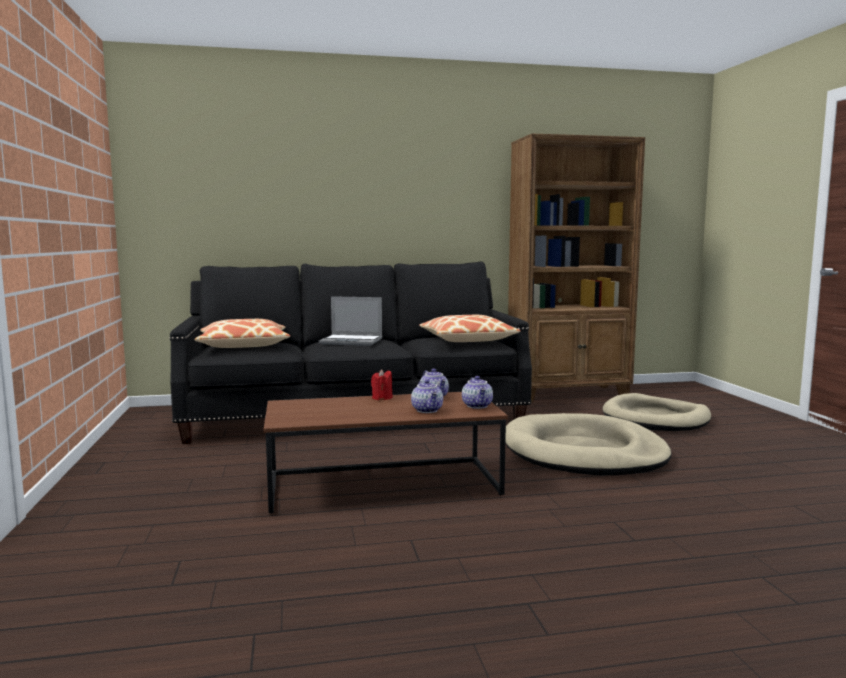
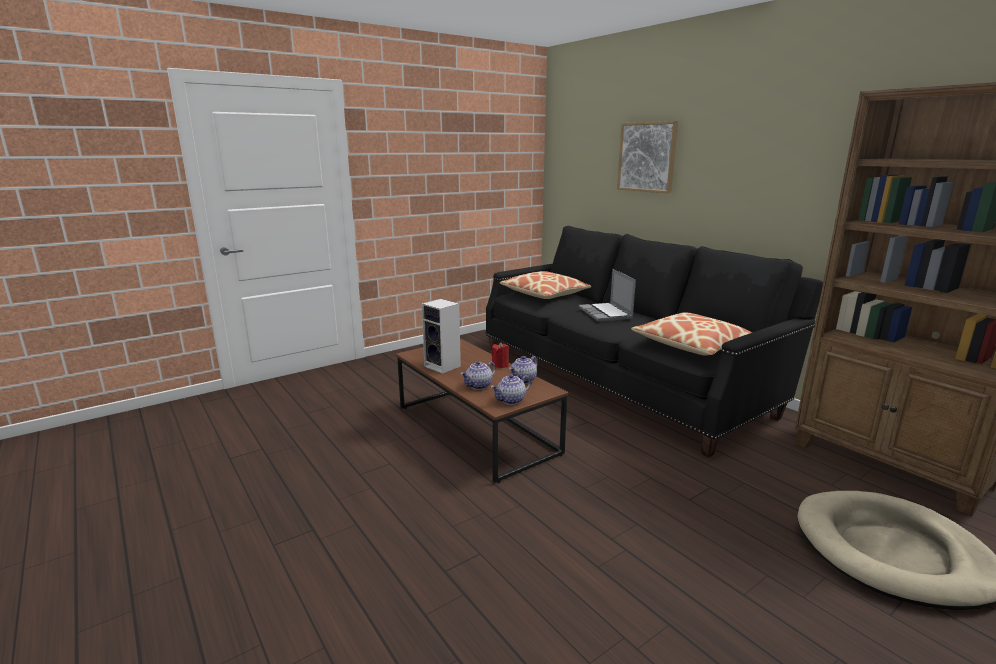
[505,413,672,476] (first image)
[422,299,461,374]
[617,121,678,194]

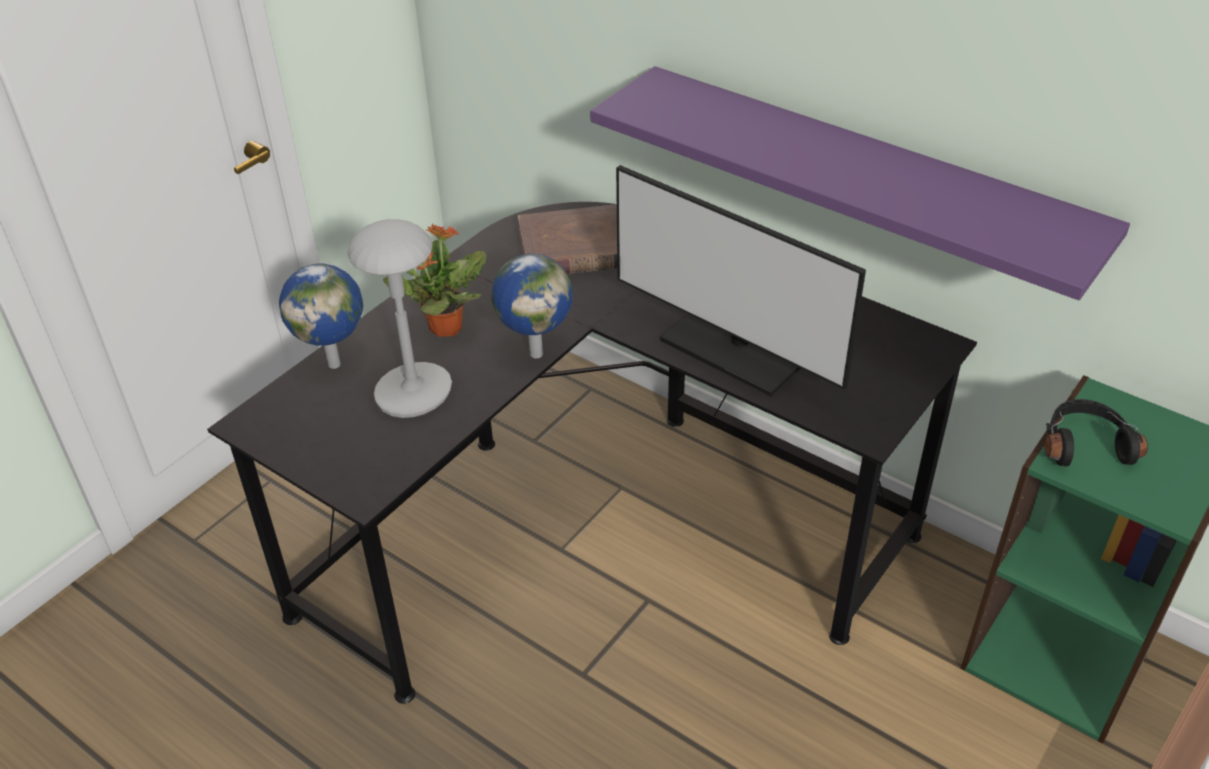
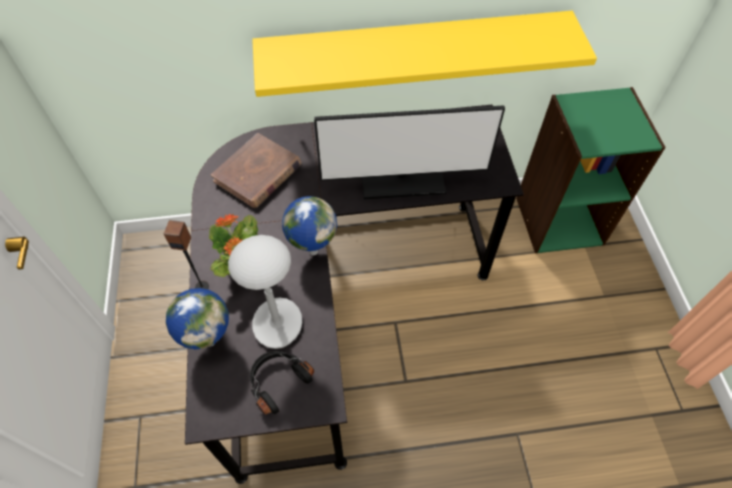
[252,11,597,97]
[250,351,314,415]
[164,220,209,289]

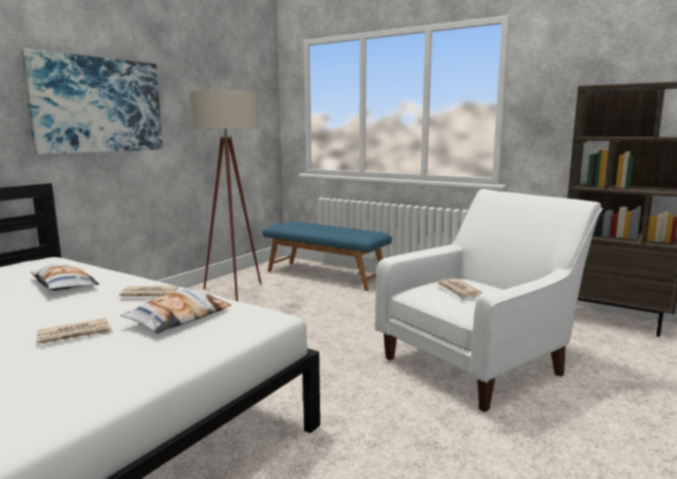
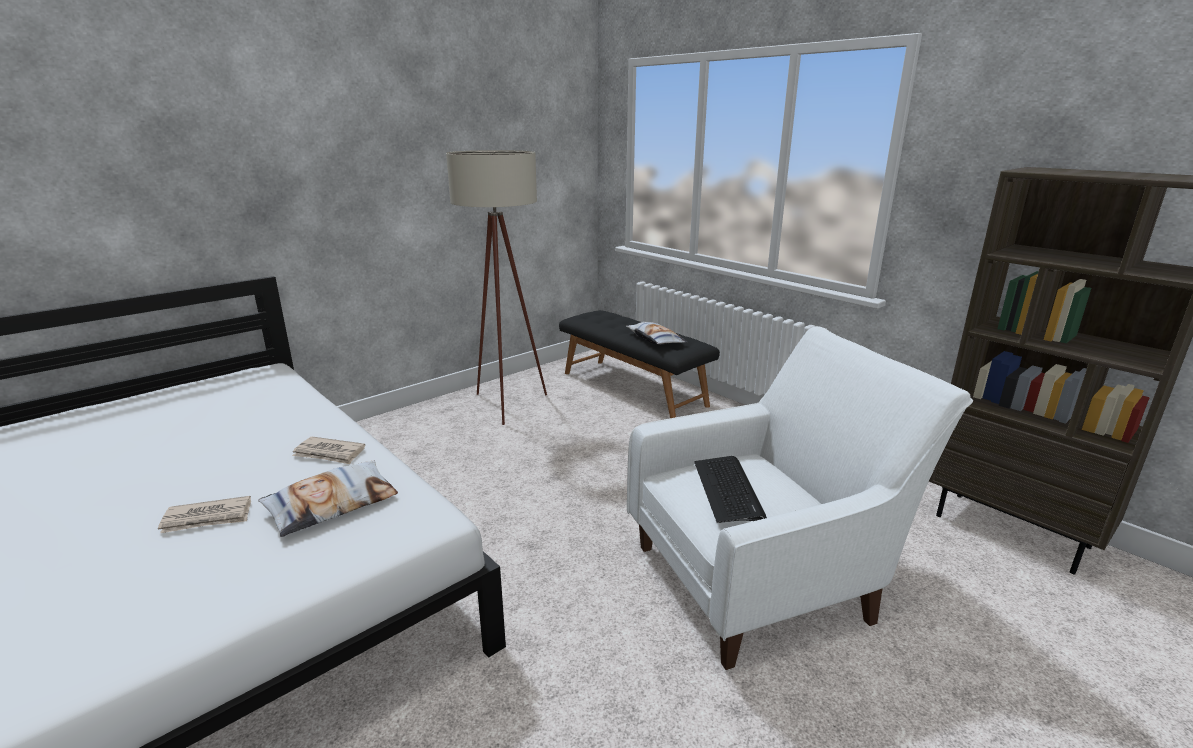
[21,48,163,155] (first image)
[626,322,687,344]
[559,310,720,418]
[694,456,767,523]

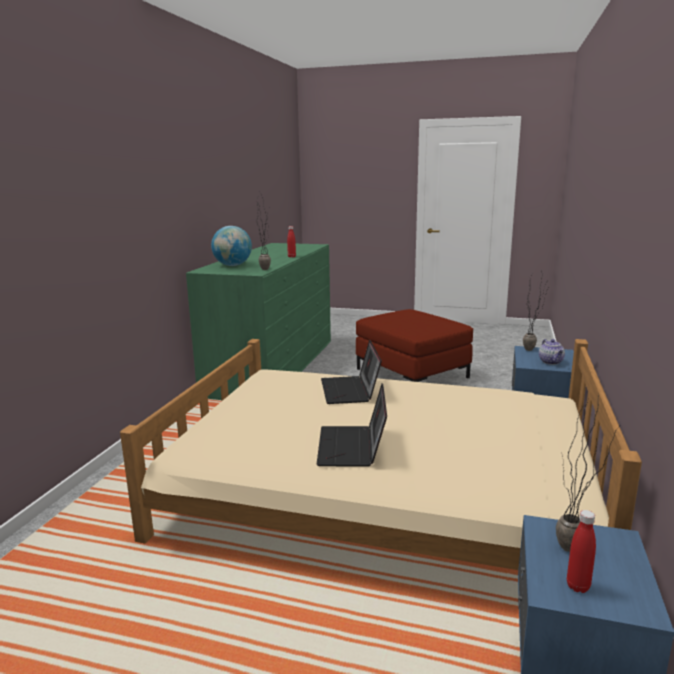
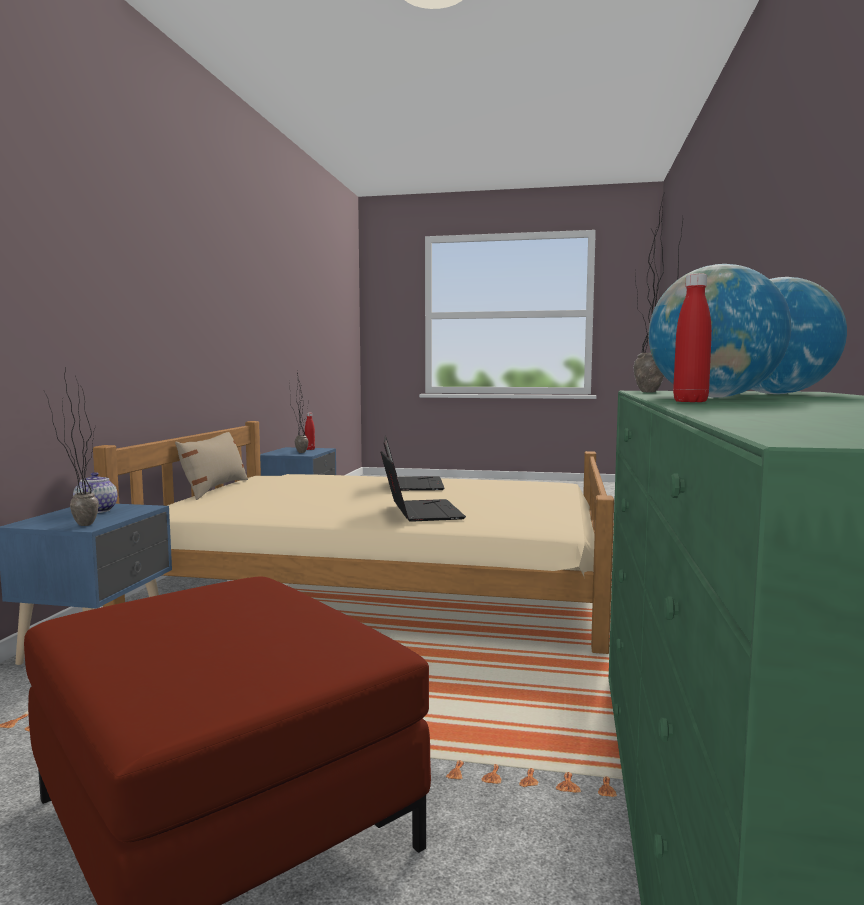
[175,432,248,500]
[648,264,791,398]

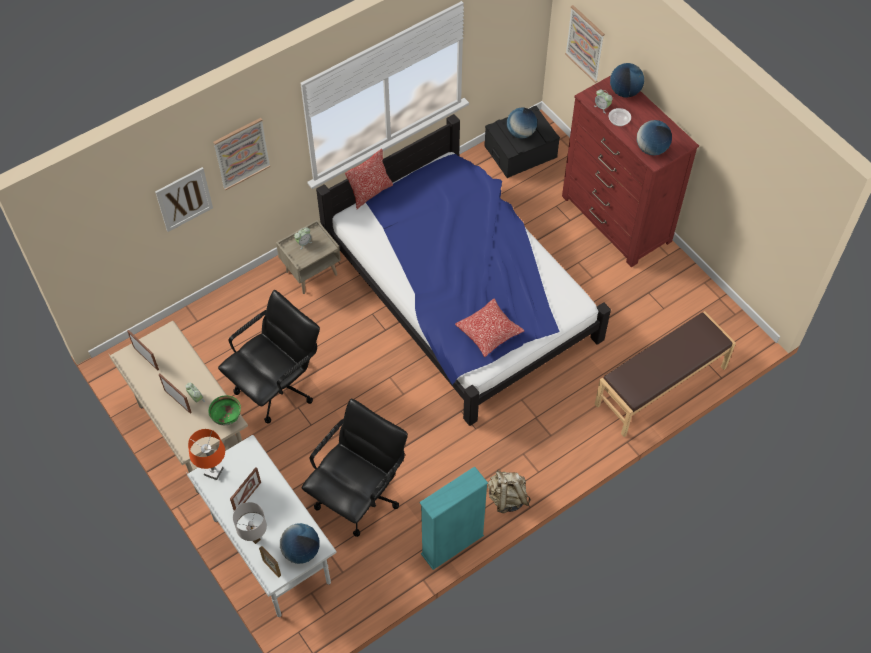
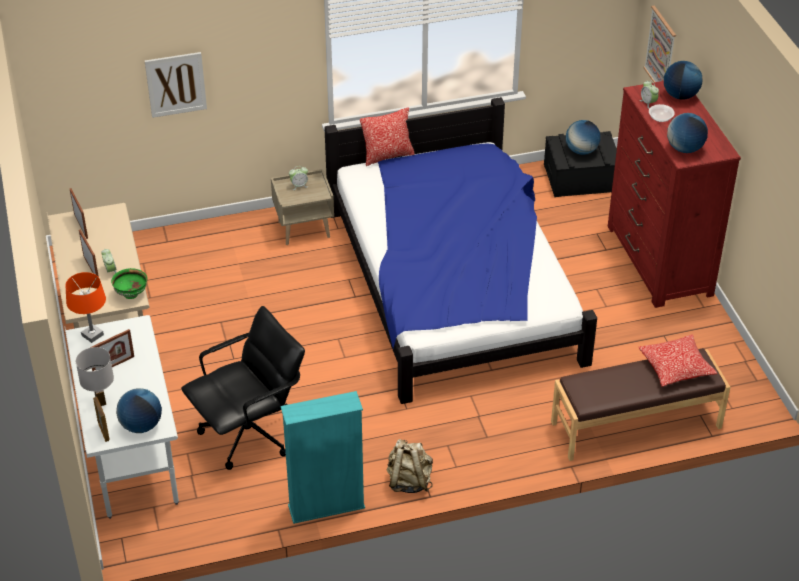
[213,118,270,191] (first image)
[218,290,320,424] (first image)
[639,334,717,387]

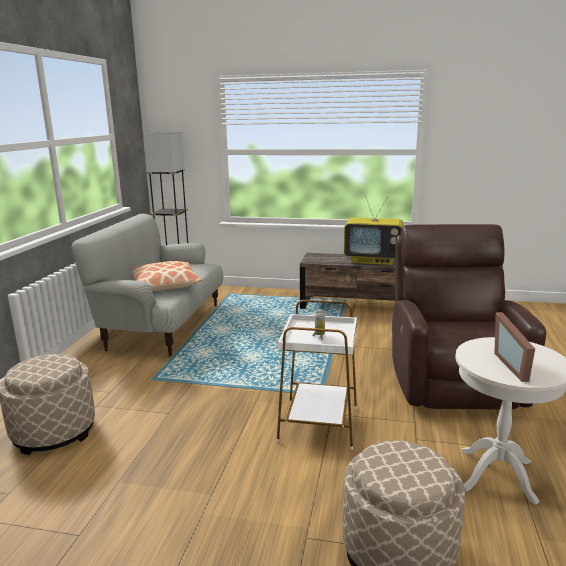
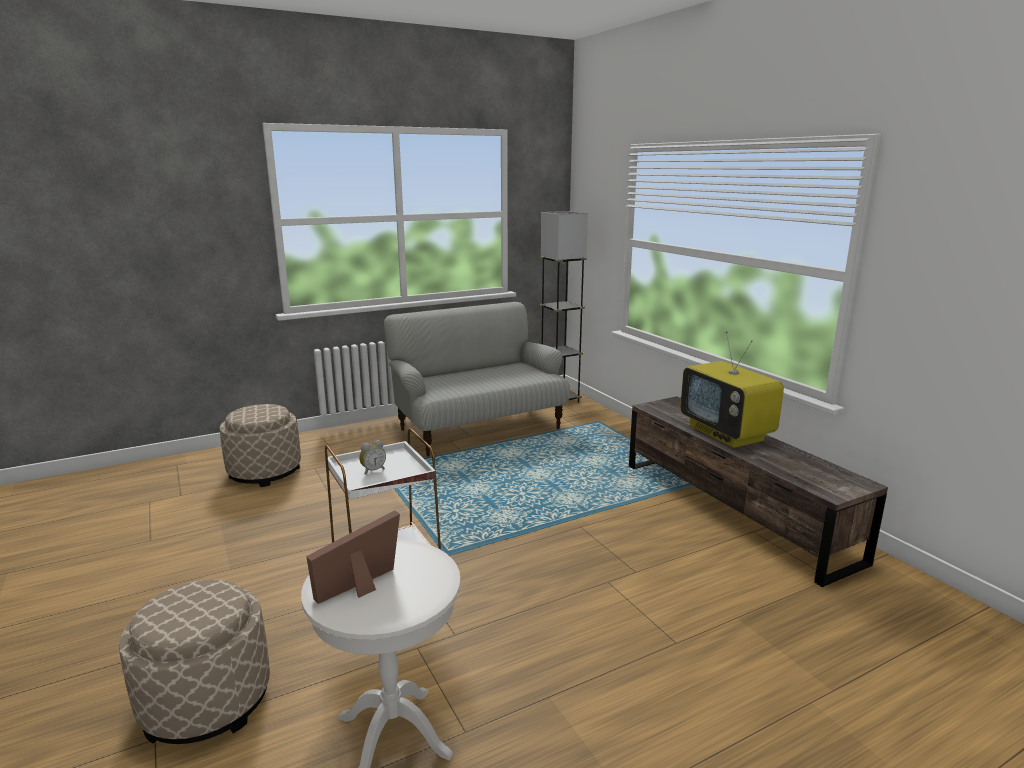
[132,261,202,291] (first image)
[392,224,546,410] (first image)

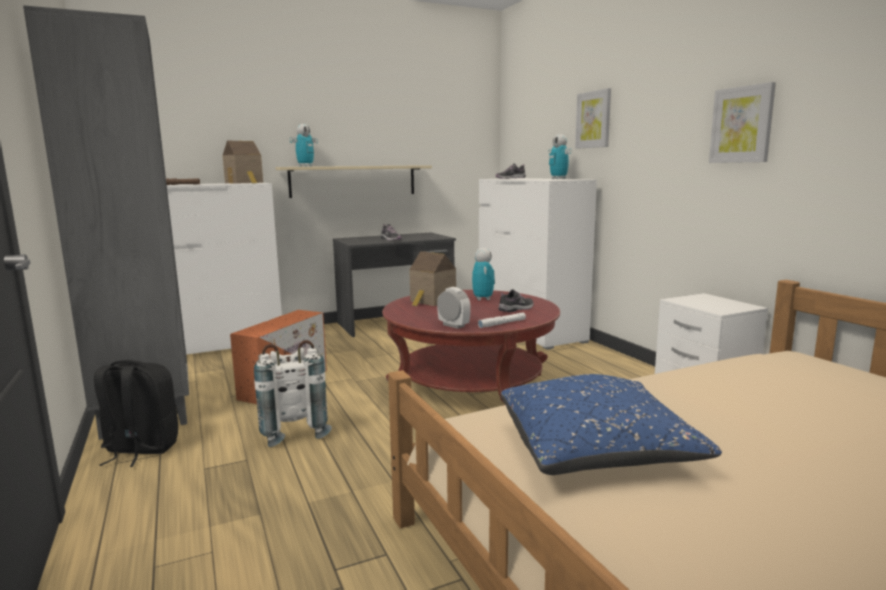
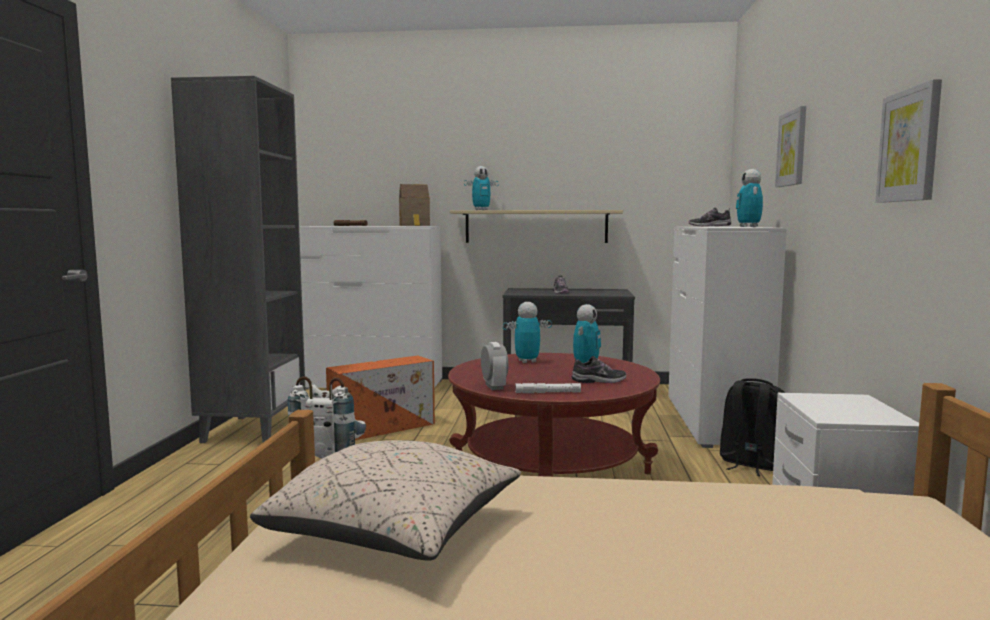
[720,378,785,476]
[503,302,552,363]
[250,440,521,561]

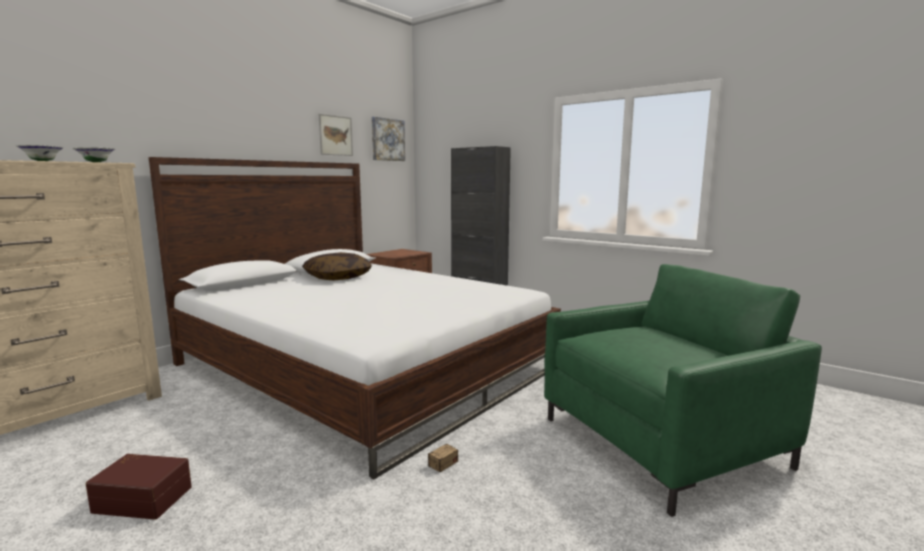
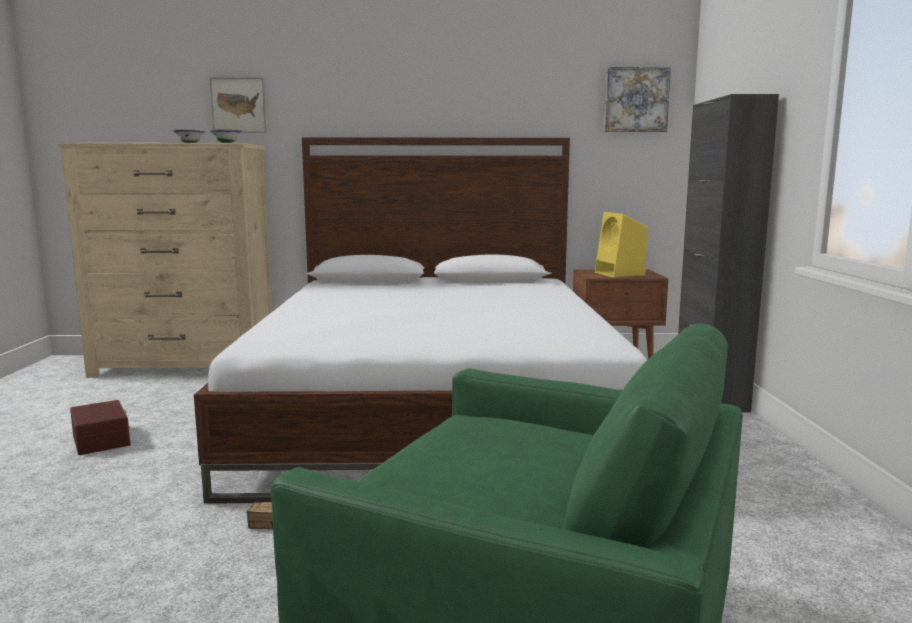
[302,252,372,280] (first image)
[209,77,267,133]
[595,212,648,277]

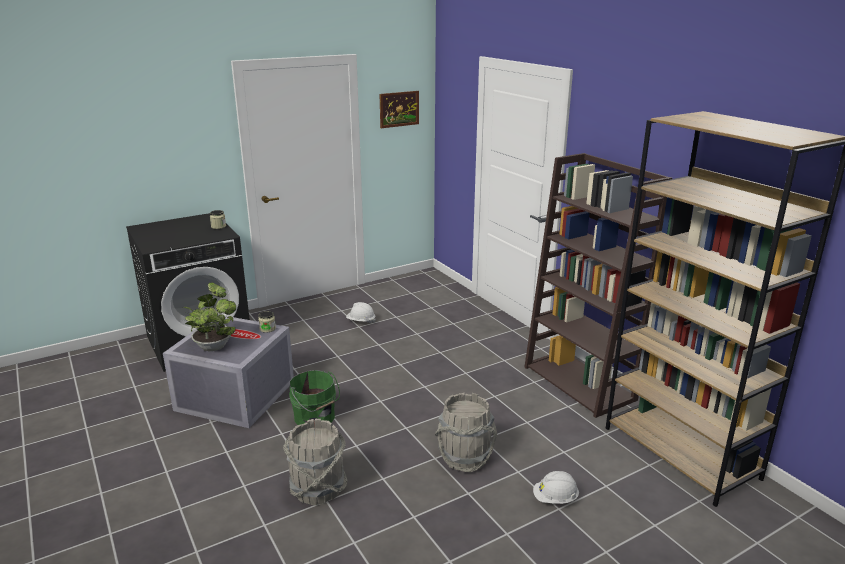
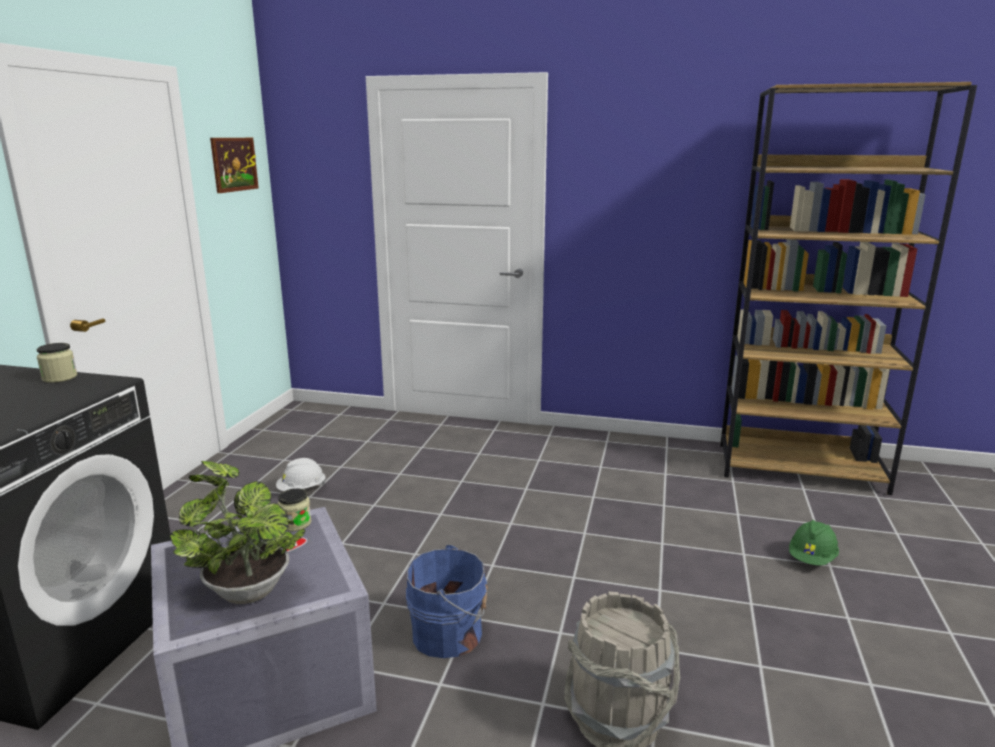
[406,545,488,658]
[435,393,497,472] (first image)
[524,153,672,418] (first image)
[789,520,839,566]

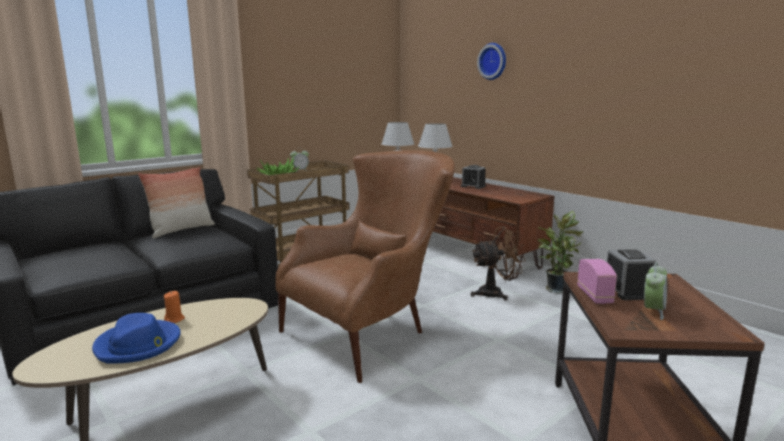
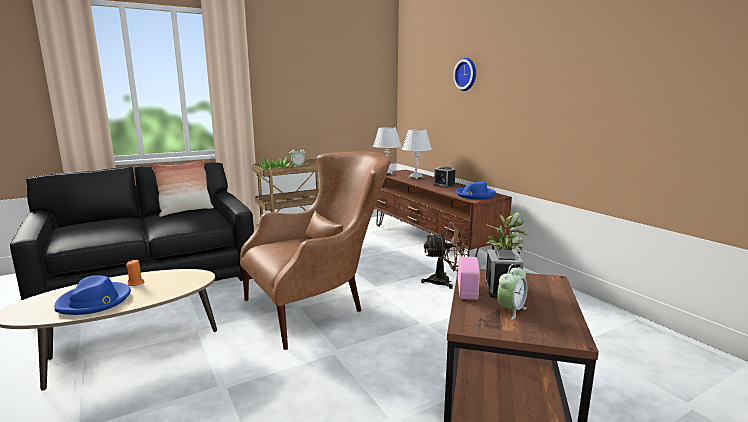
[455,181,496,199]

